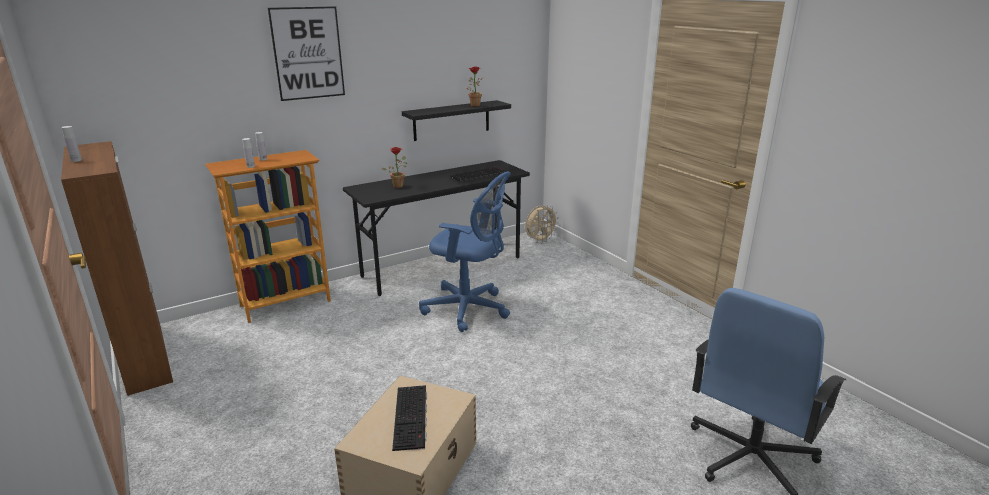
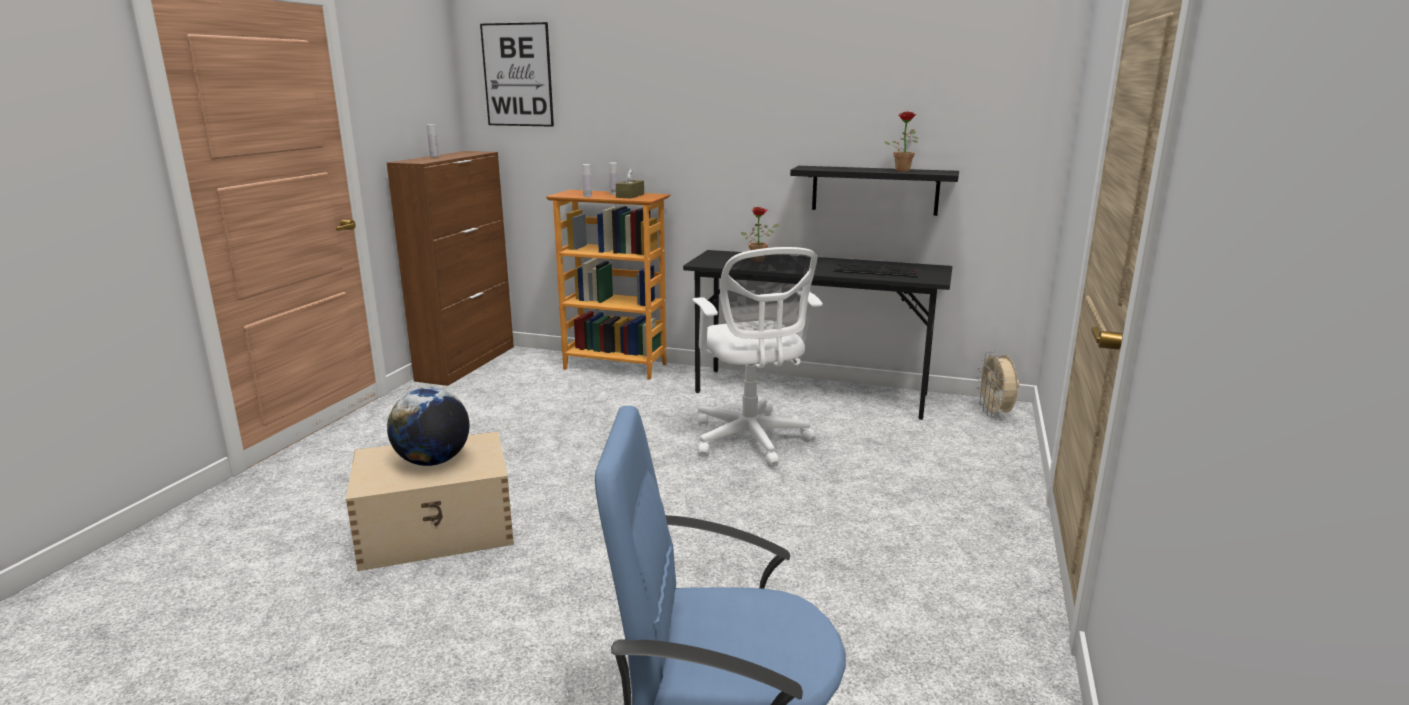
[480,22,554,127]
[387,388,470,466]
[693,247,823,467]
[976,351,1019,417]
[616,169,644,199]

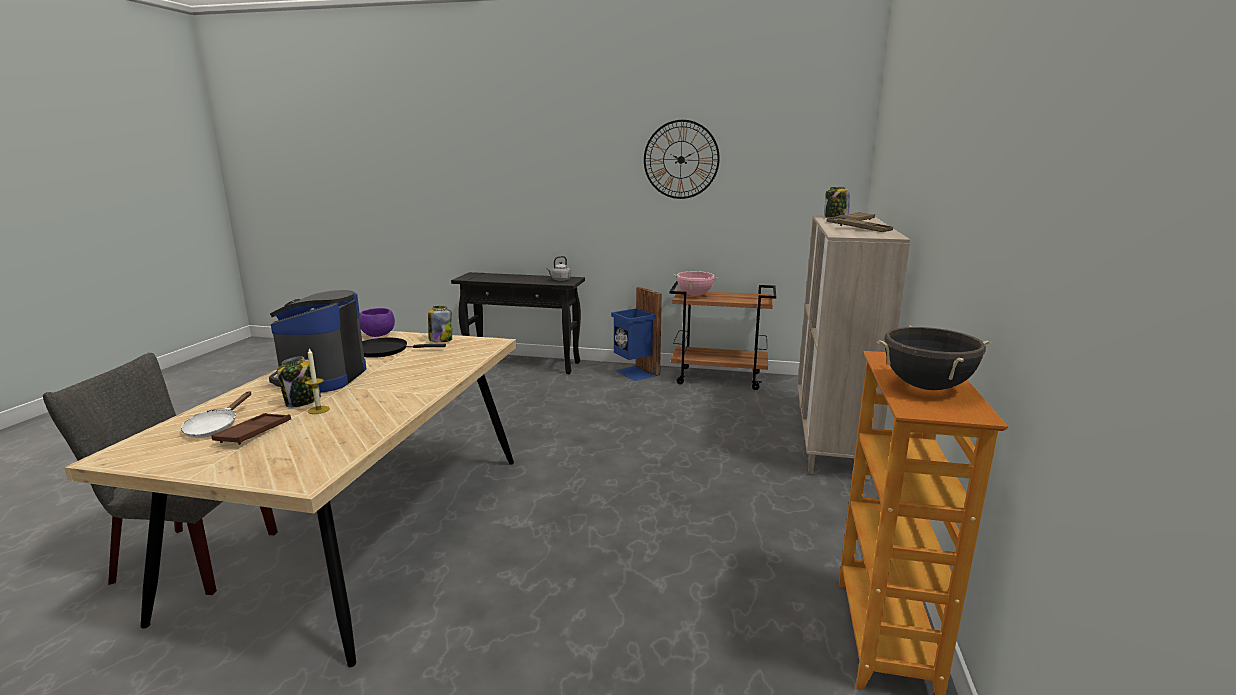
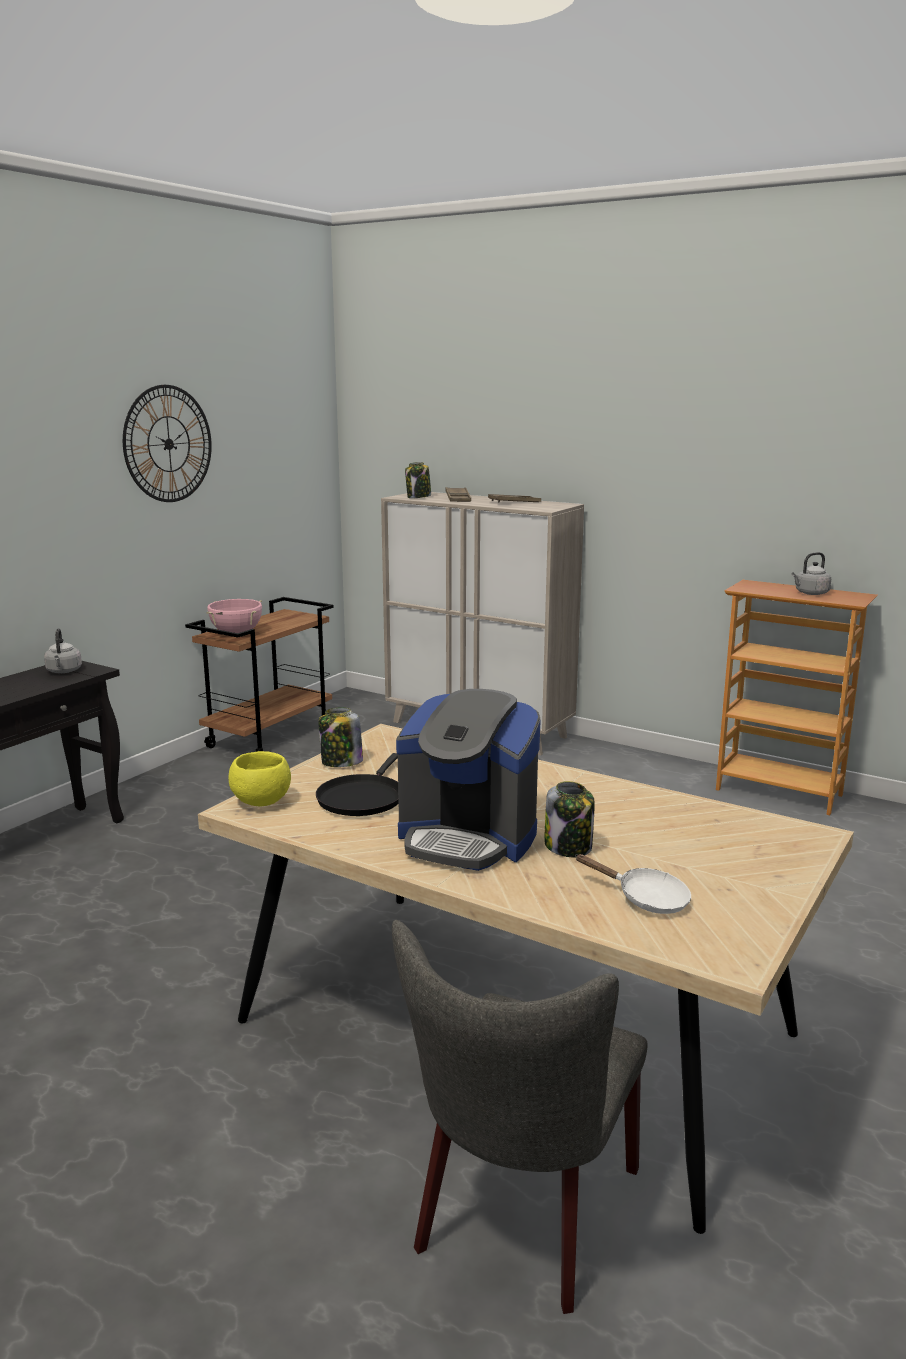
[211,413,291,445] (first image)
[305,349,330,414] (first image)
[229,751,291,806]
[611,287,662,381] (first image)
[791,552,831,595]

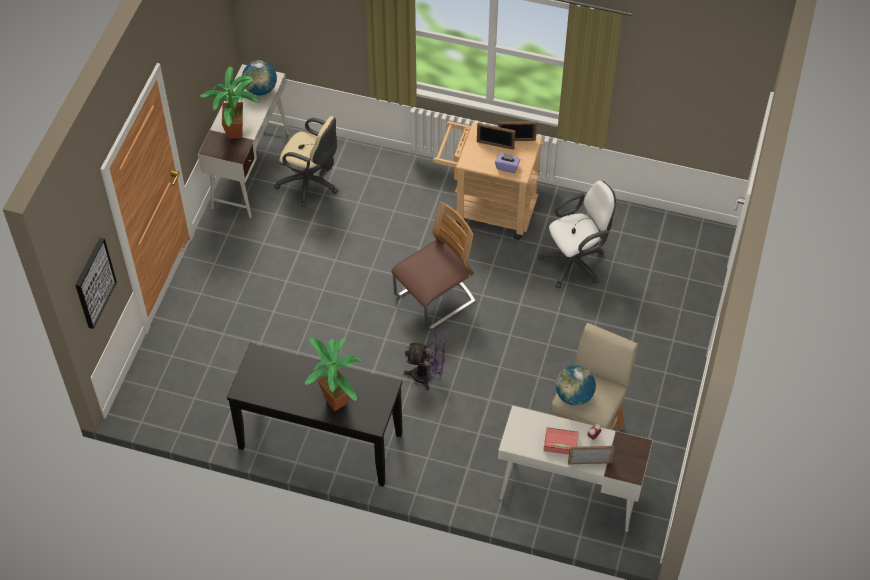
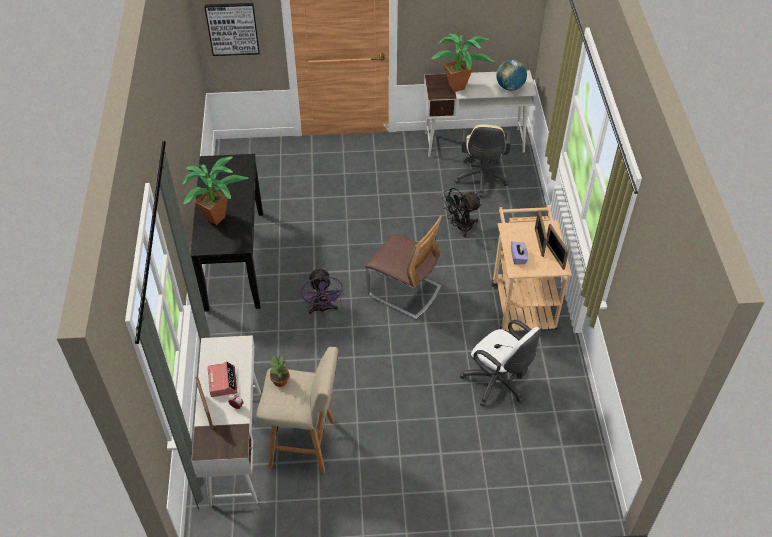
[269,355,289,387]
[442,188,481,237]

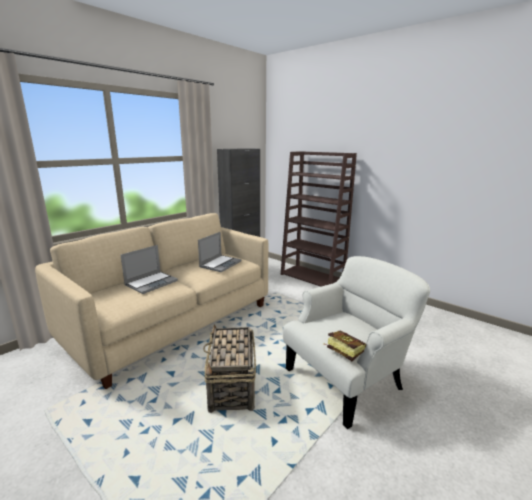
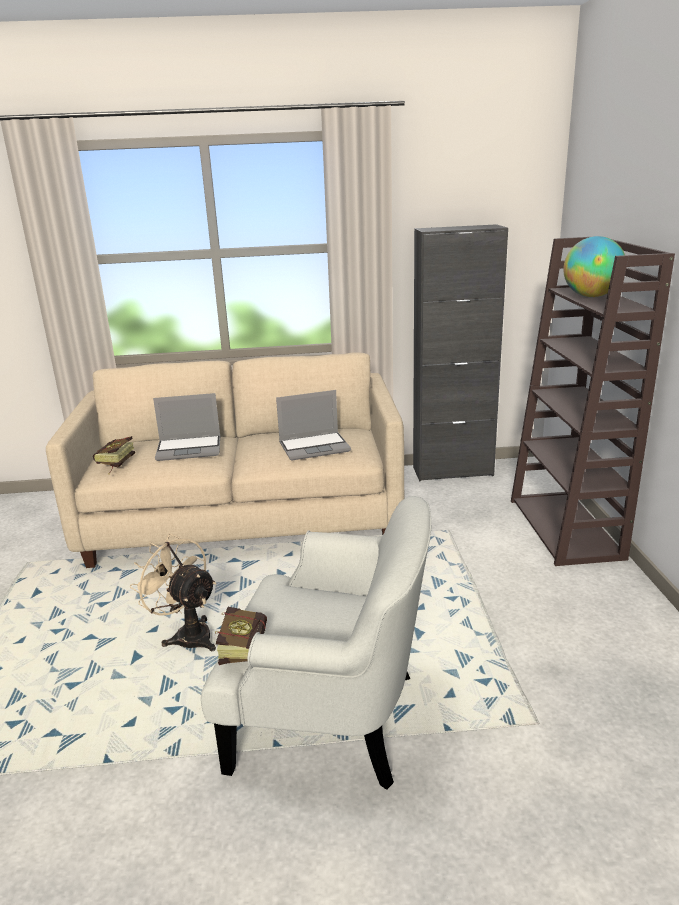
[130,533,216,651]
[93,436,135,475]
[563,236,625,297]

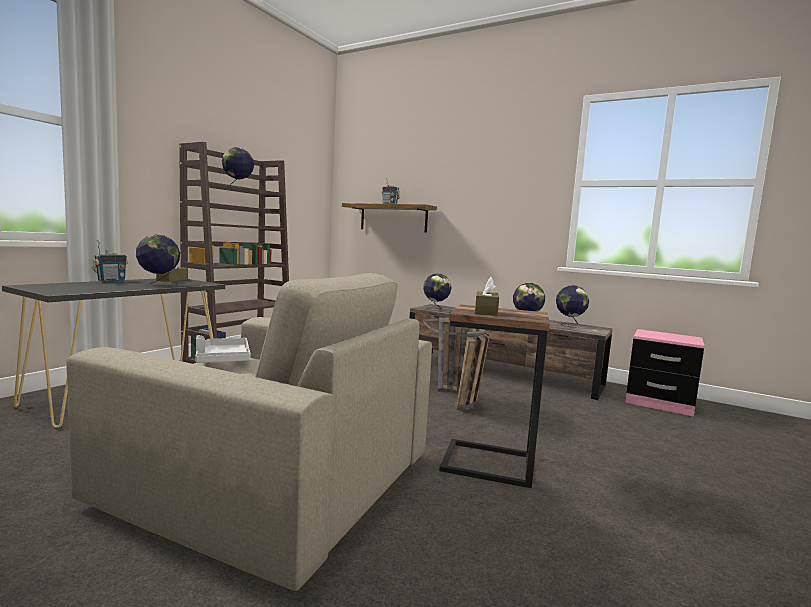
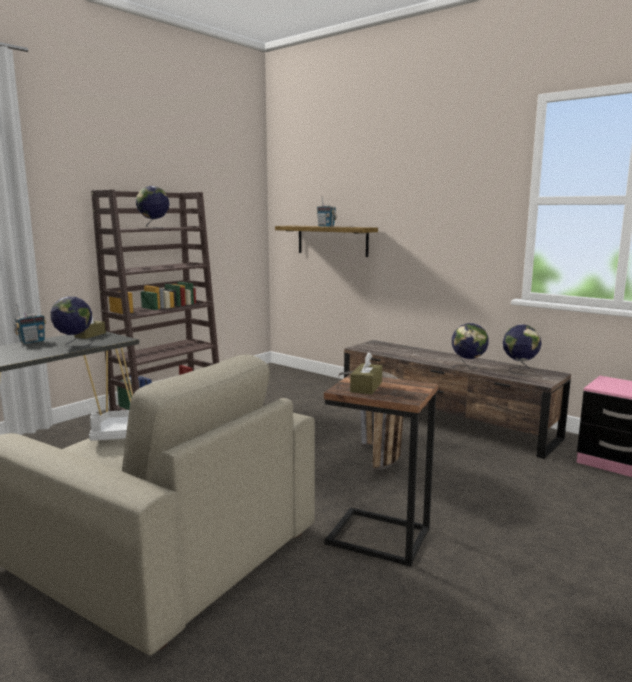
[423,274,452,310] (first image)

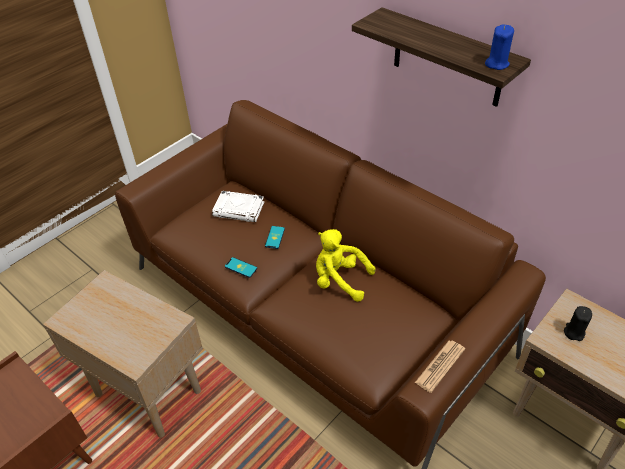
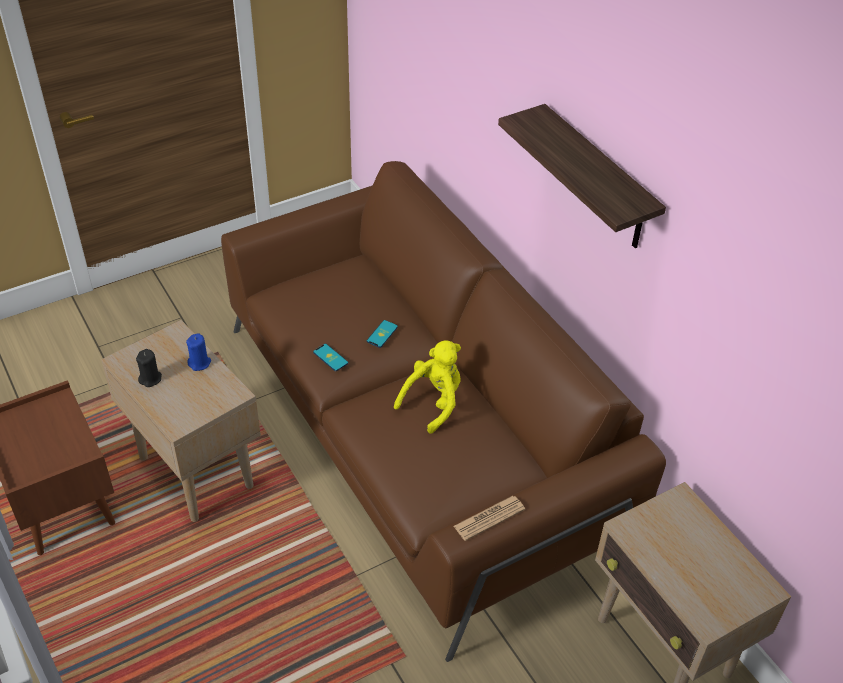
[212,191,264,222] (first image)
[394,340,461,434]
[186,333,211,371]
[136,349,162,387]

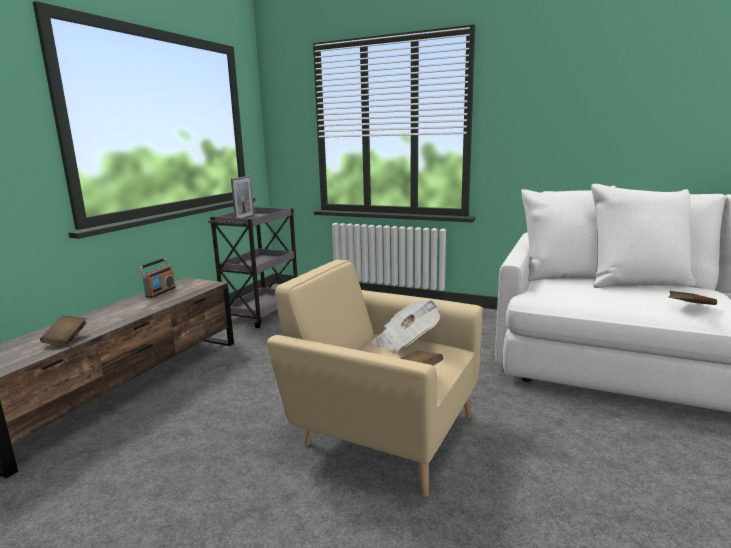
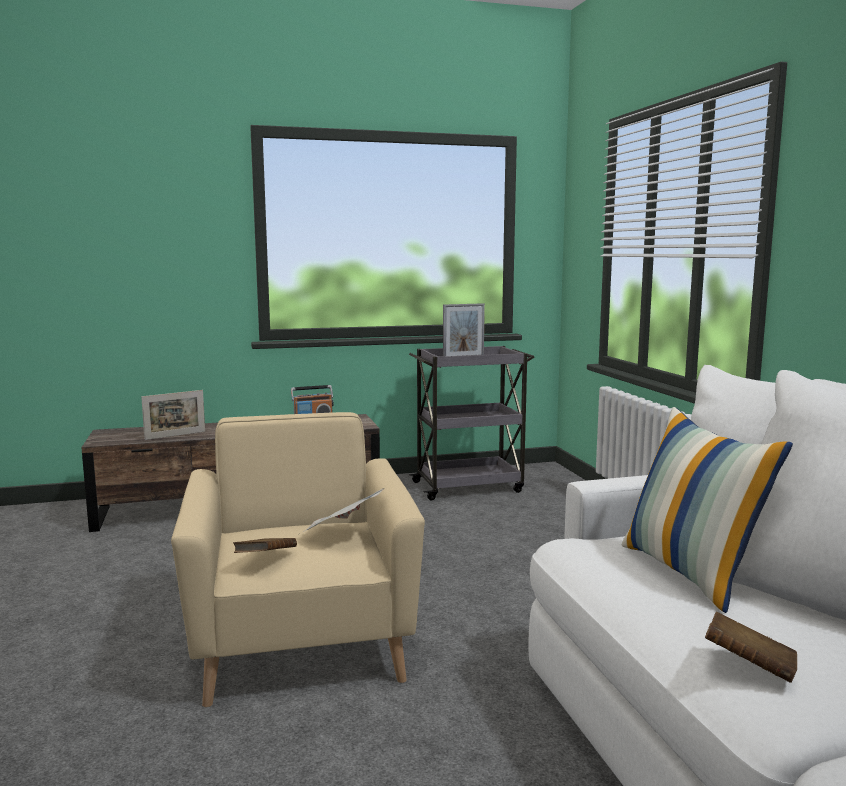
[141,390,205,440]
[622,407,793,613]

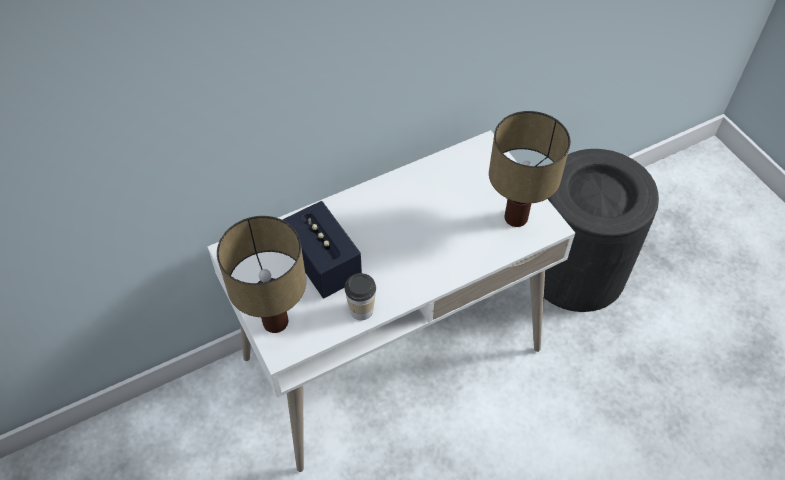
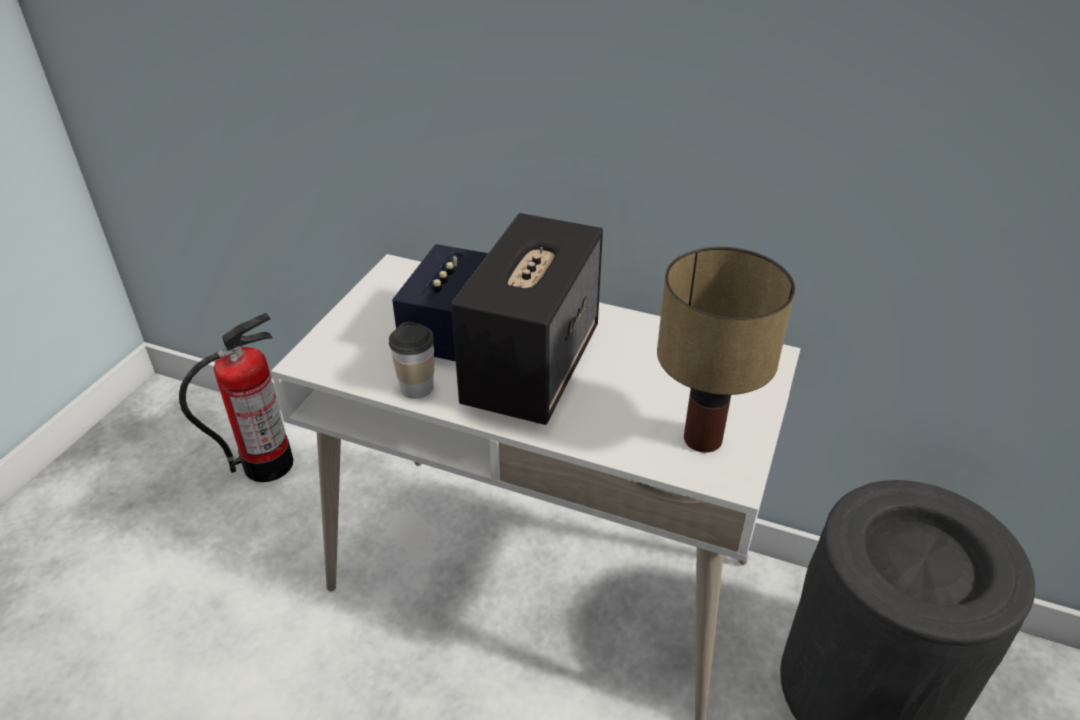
[217,216,306,333] (first image)
[179,313,294,482]
[451,213,603,425]

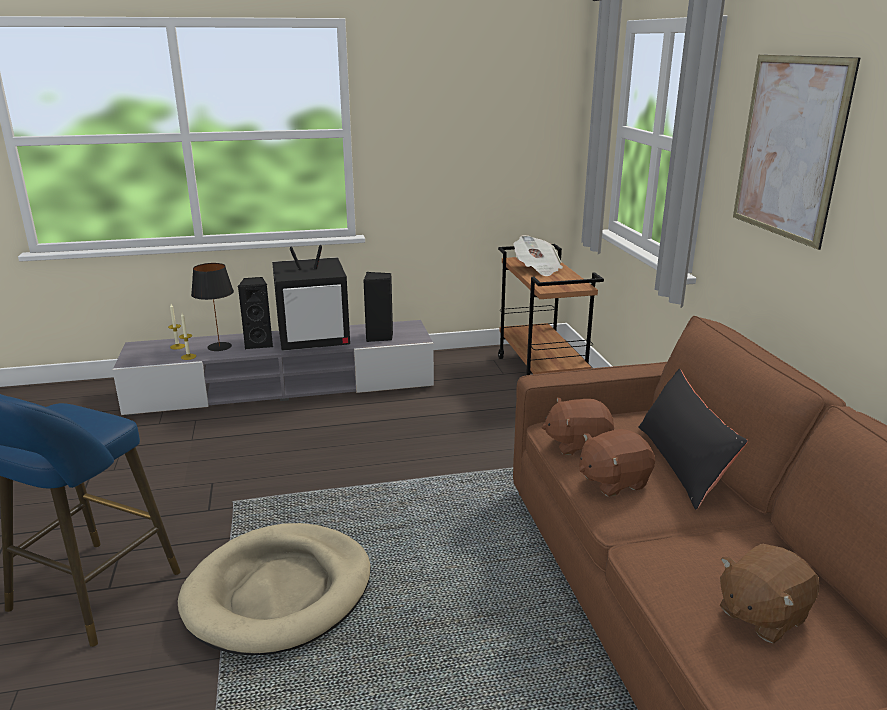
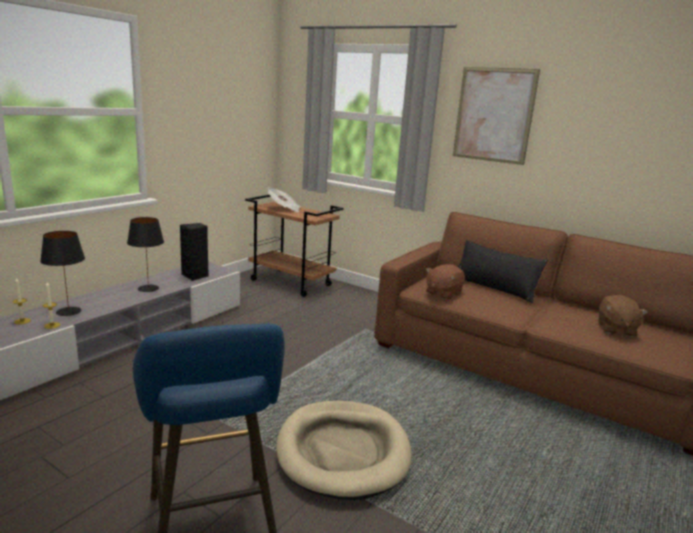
[238,277,273,349] (first image)
[127,217,164,292]
[579,429,655,497] (first image)

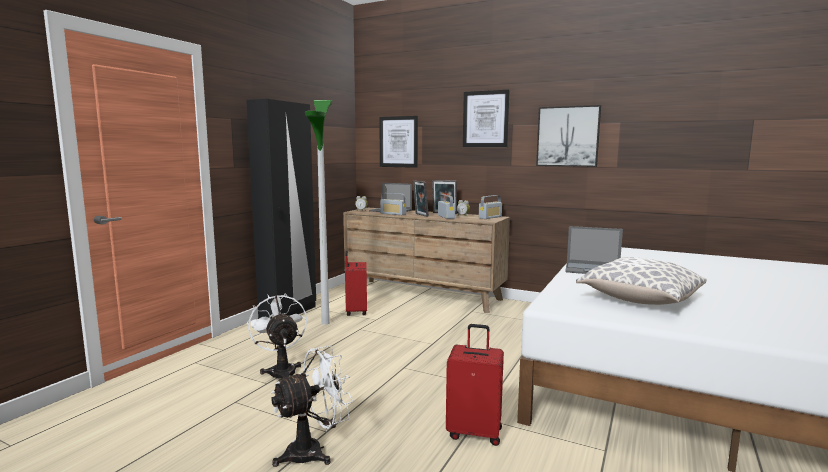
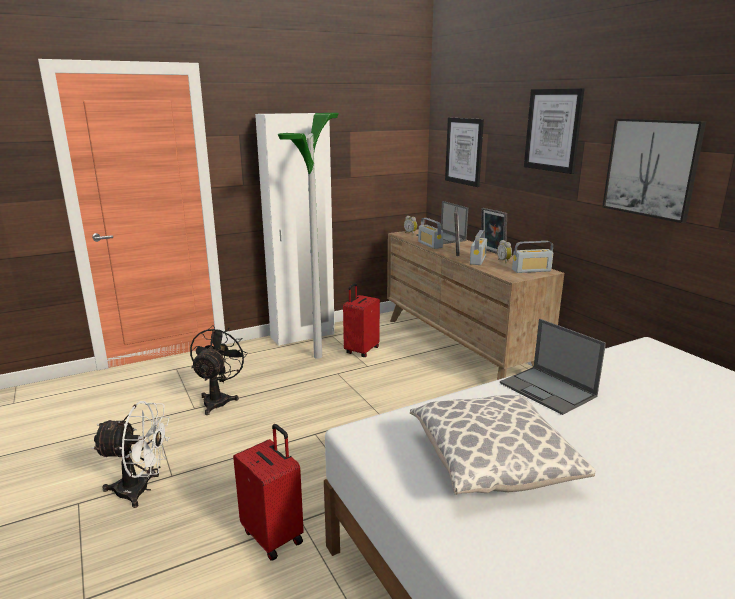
[255,113,335,346]
[190,325,248,415]

